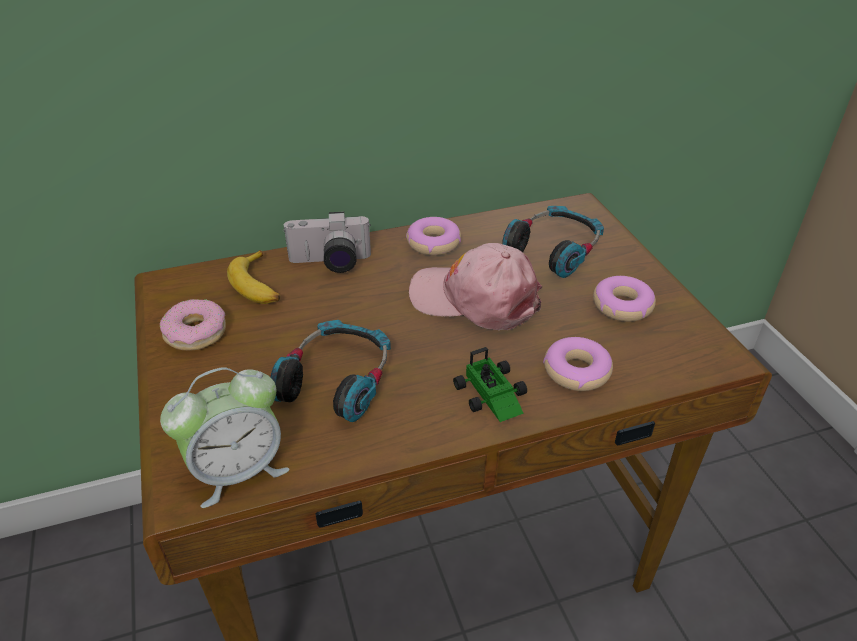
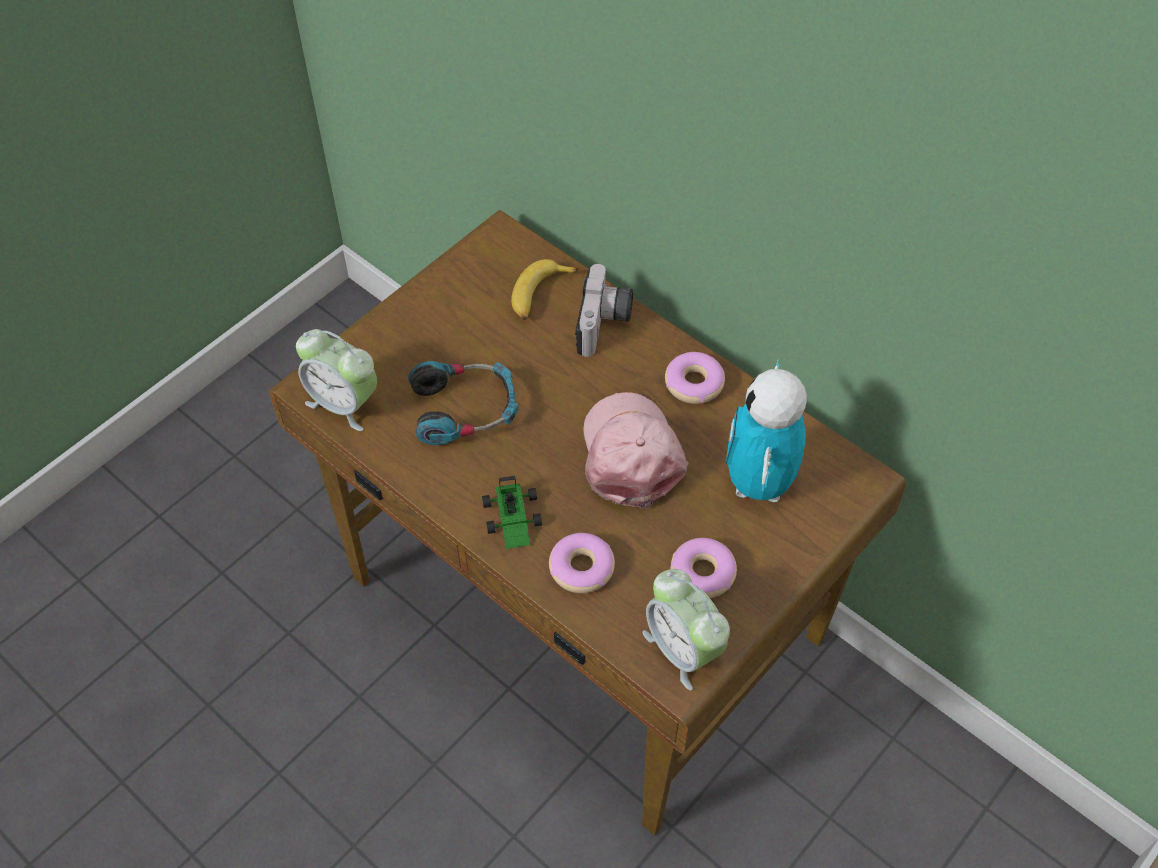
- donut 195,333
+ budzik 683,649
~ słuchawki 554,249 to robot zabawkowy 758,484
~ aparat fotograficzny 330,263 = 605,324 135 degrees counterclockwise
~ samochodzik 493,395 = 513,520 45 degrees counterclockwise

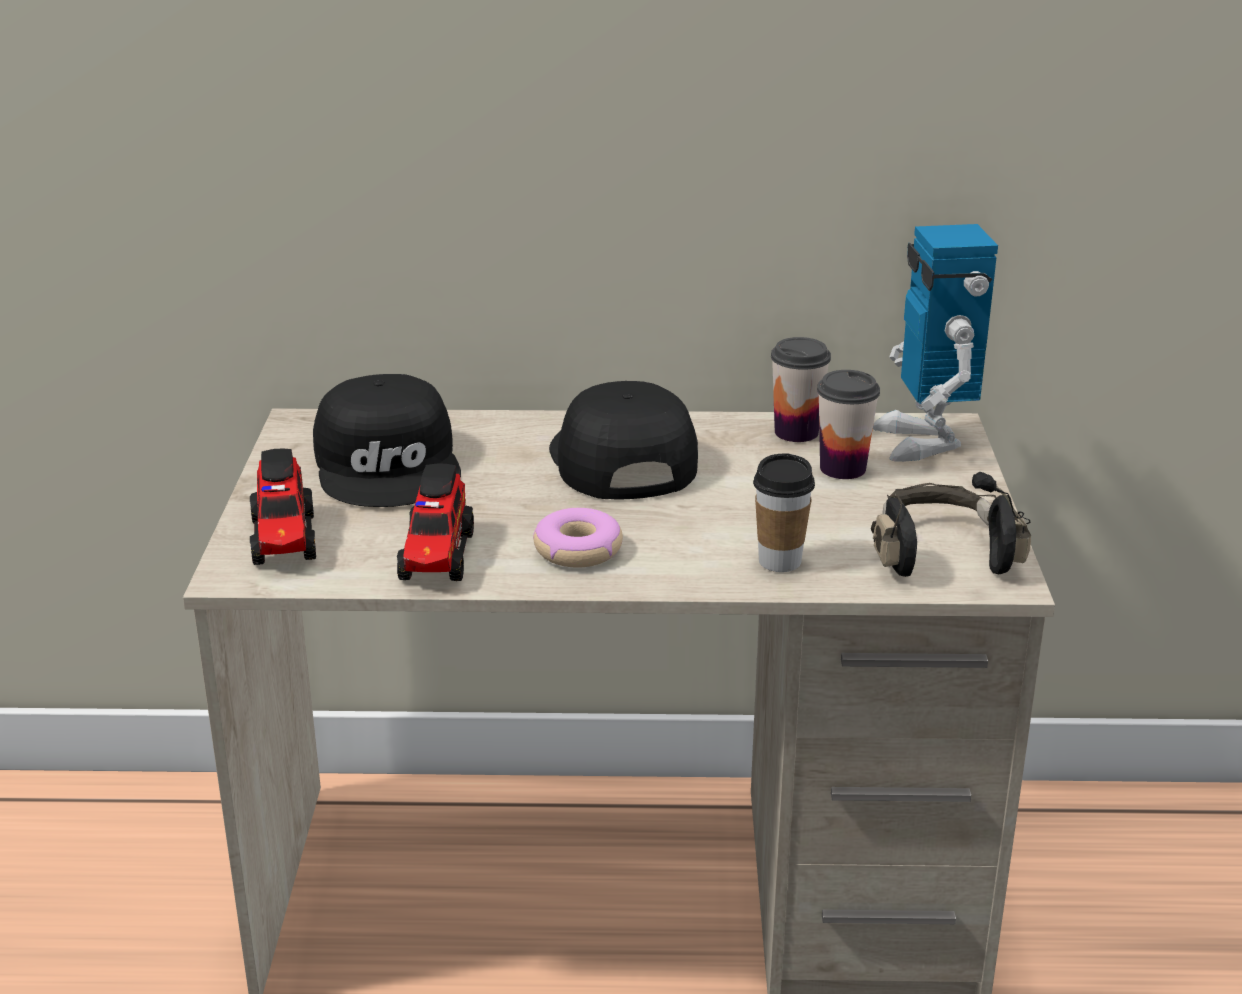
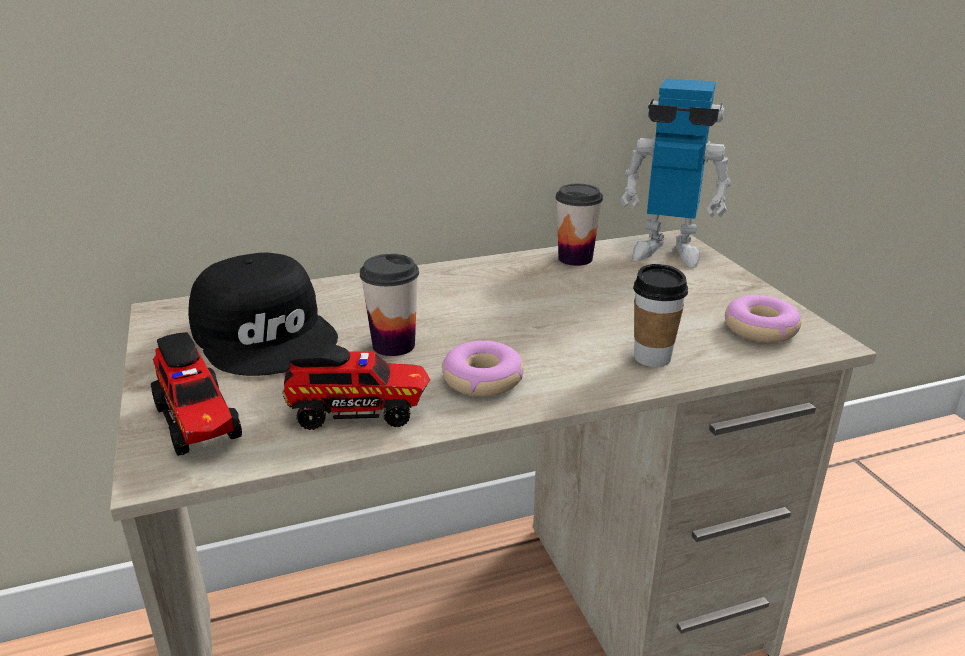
- czapka z daszkiem/czarny 619,460
~ filiżanka 842,468 to 393,345
~ słuchawki/czarny 940,553 to donut 760,329
~ ciężarówka zabawkowa 436,558 = 360,412 75 degrees counterclockwise
~ robot zabawkowy 924,441 = 667,251 45 degrees counterclockwise

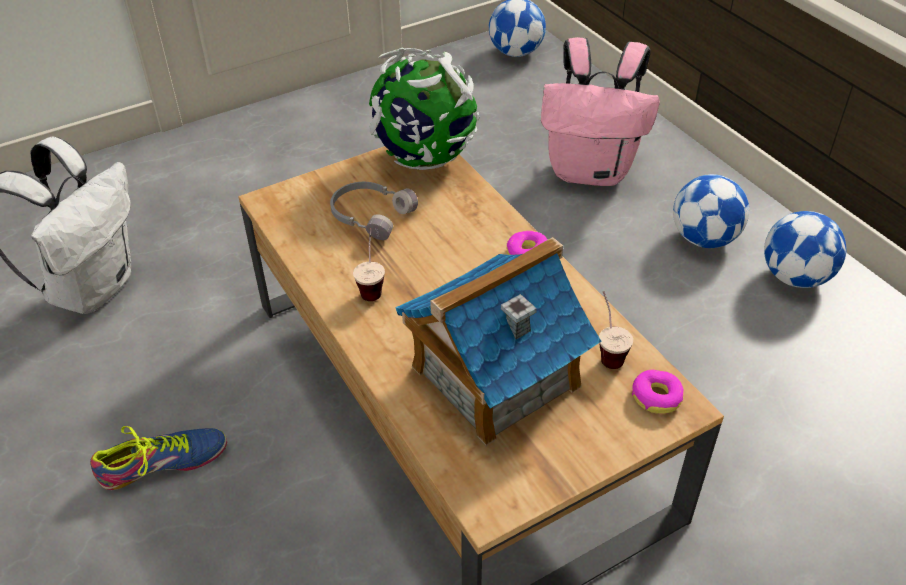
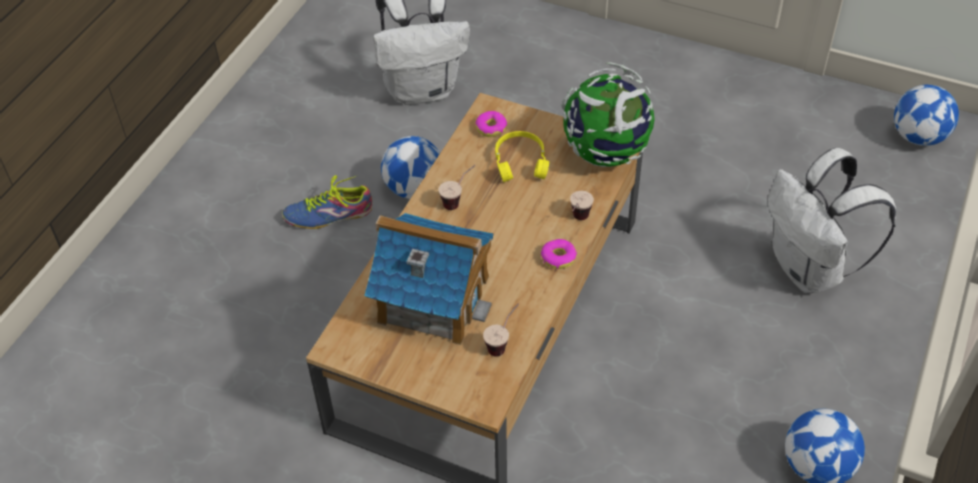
+ filiżanka 578,221
~ donut 656,397 to 491,128
~ piłka futbolowa 704,239 to 414,189
~ słuchawki/szary 370,215 to słuchawki/żółty 521,162
~ plecak/różowy 591,171 to plecak/biały 810,270
~ but 163,463 = 329,215 135 degrees clockwise

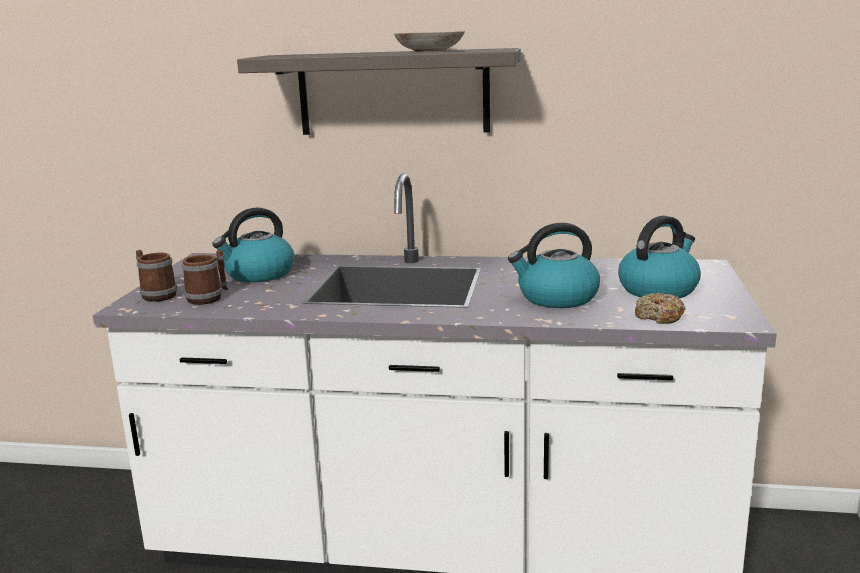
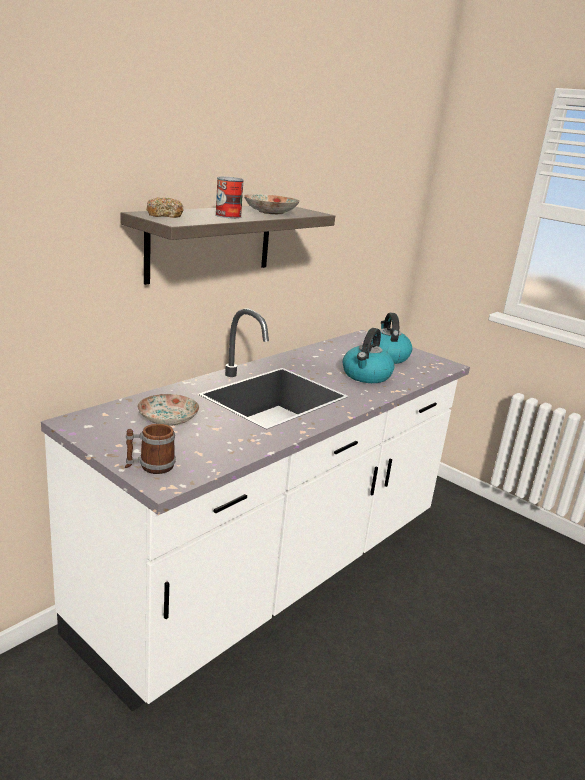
- kubek 209,297
+ puszka 228,216
~ donut 659,316 to 164,215
~ czajnik 258,274 to talerz 168,419

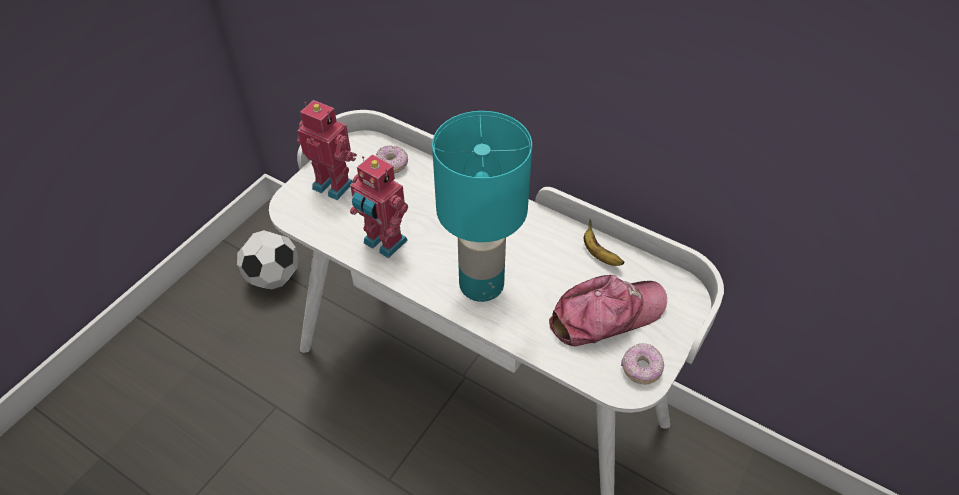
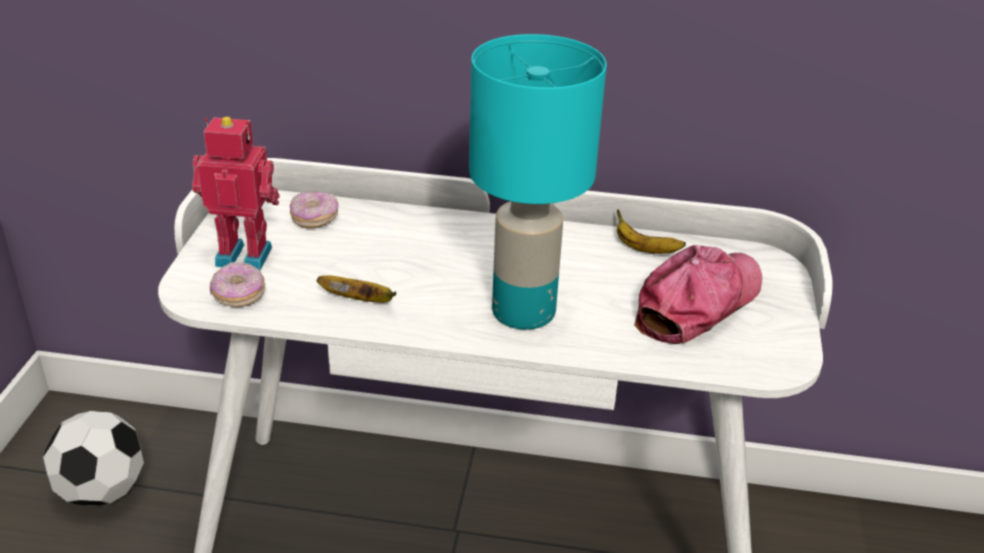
~ donut 641,369 to 238,295
~ robot zabawkowy 383,243 to banan 360,300

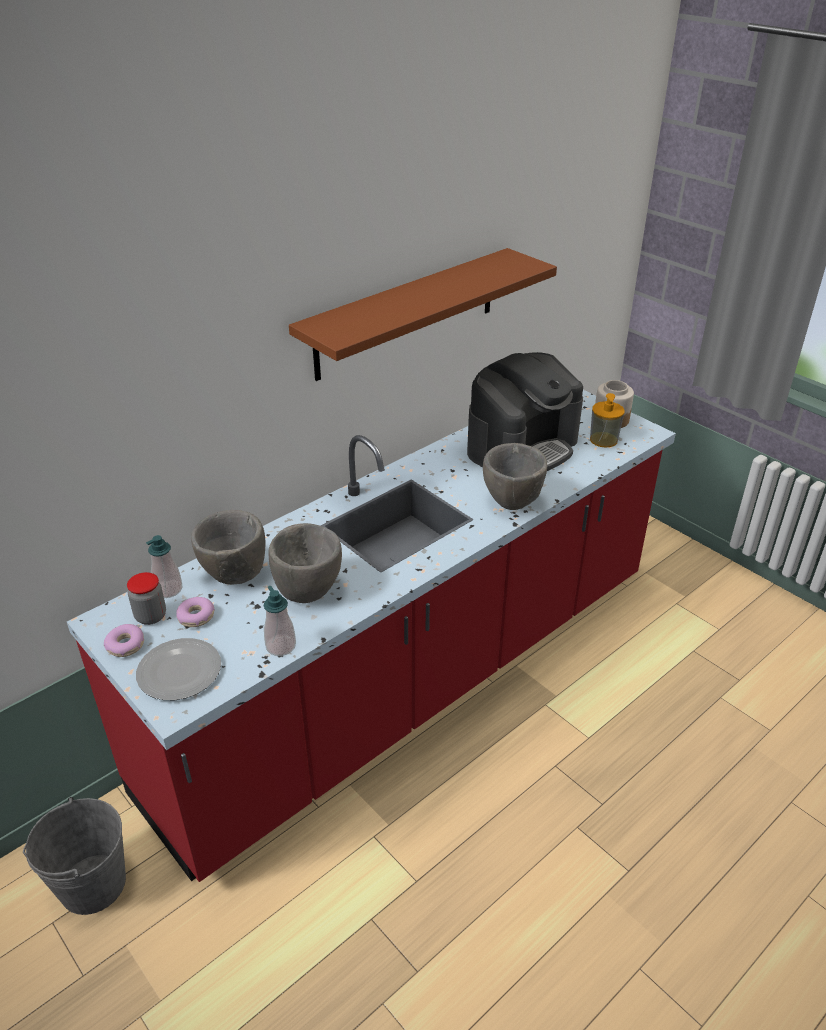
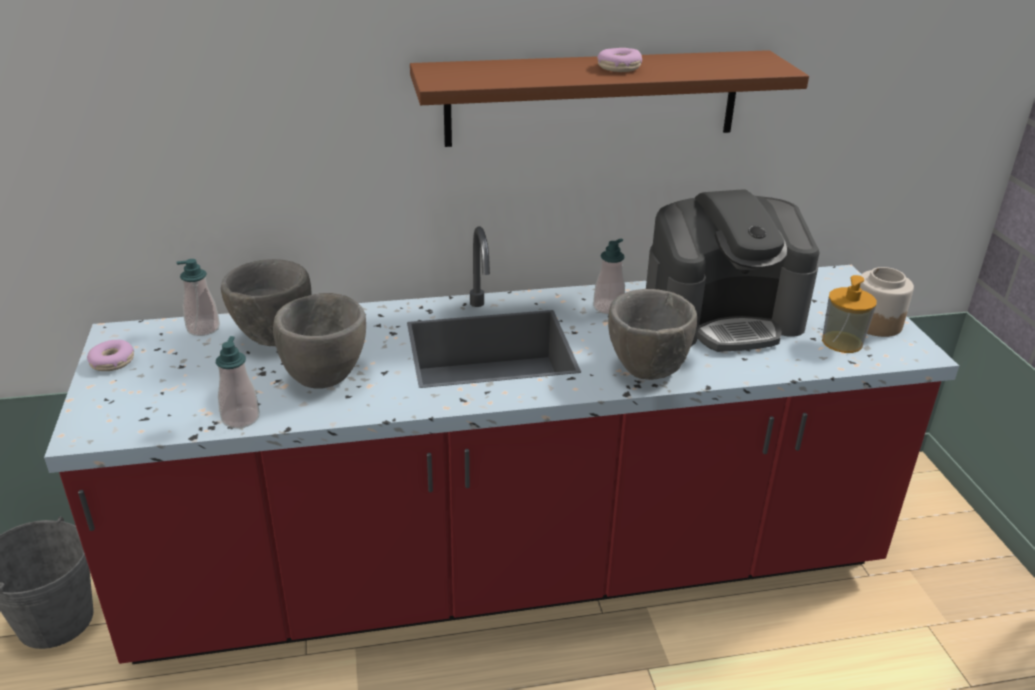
- słoik 151,616
- talerz 181,671
+ dozownik mydła 608,307
~ donut 196,617 to 619,68

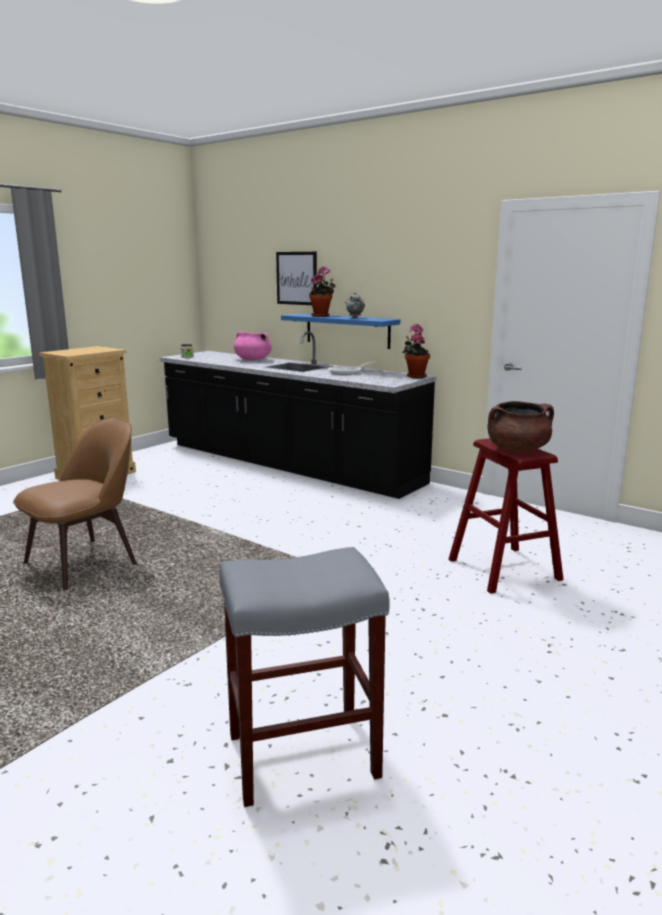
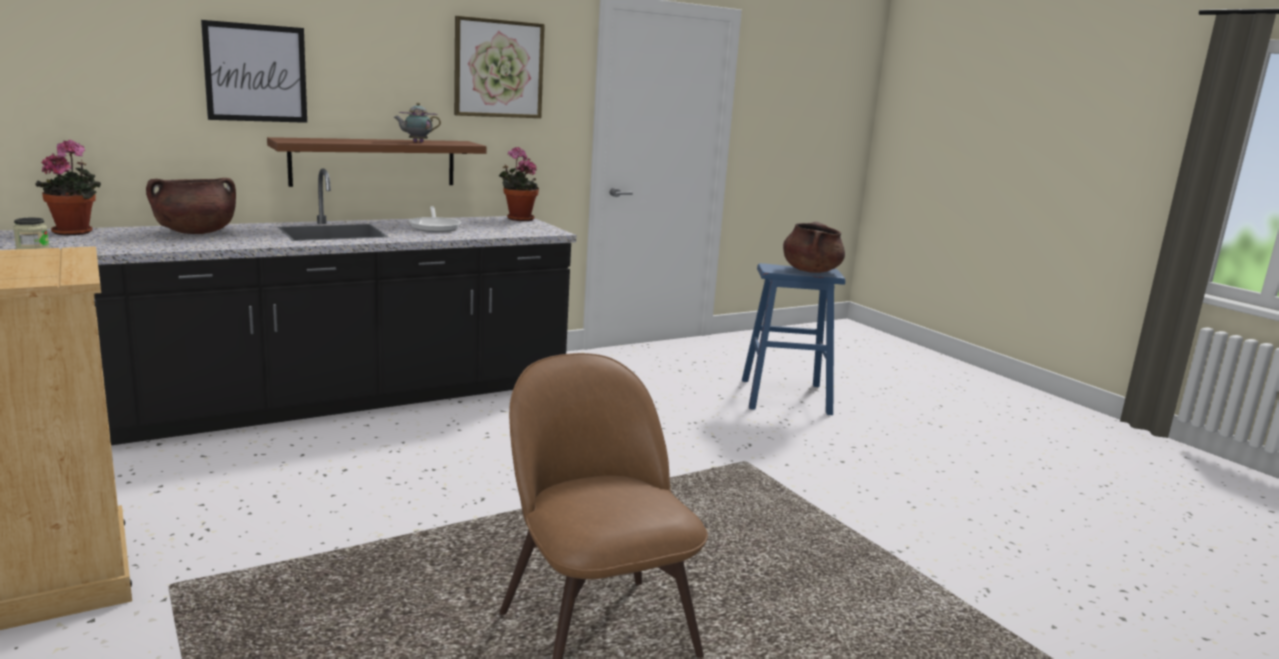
- stołek/szary 304,754
+ obraz 498,69
~ roślina doniczkowa 322,316 to 76,232
~ garnek/różowy 252,359 to garnek/brązowy 195,232
~ półka/niebieski 347,330 to półka/brązowy 374,162
~ stołek/czerwony 504,569 to stołek/niebieski 785,396

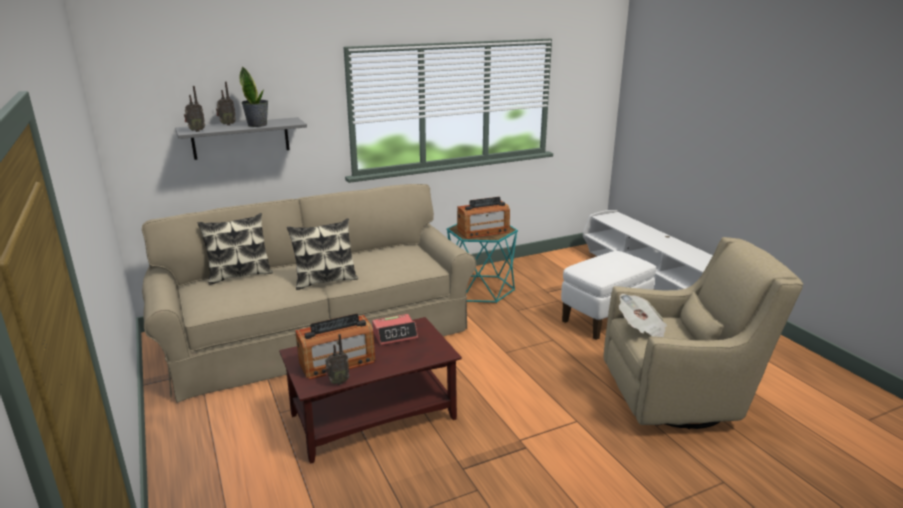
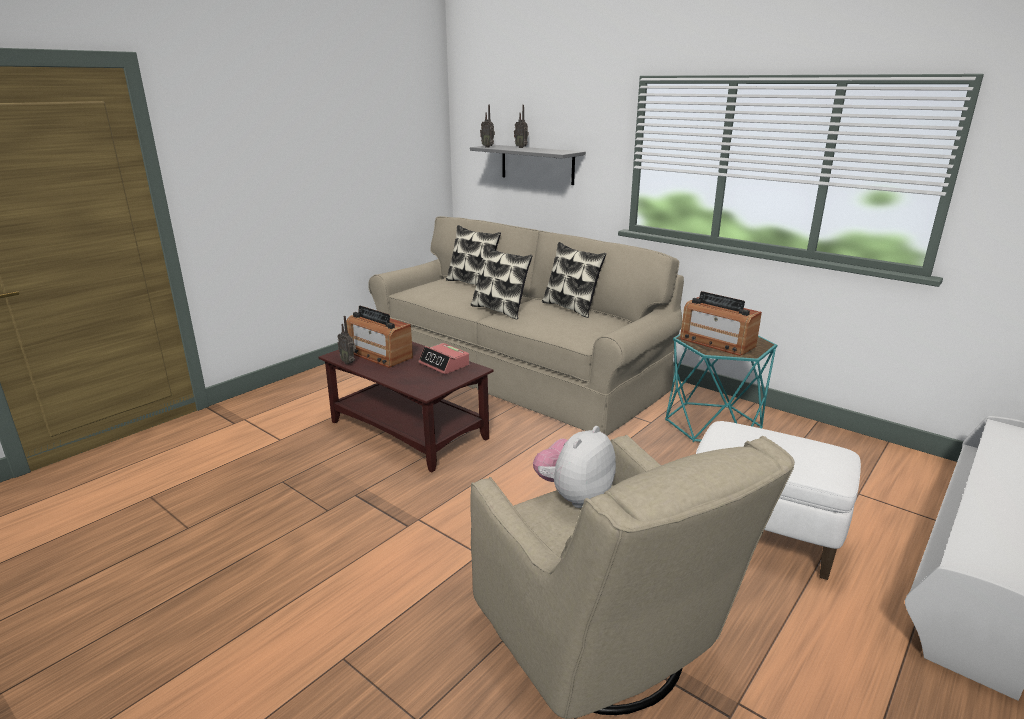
- roślina doniczkowa 257,125
+ poduszka 571,307
~ gazeta 641,329 to pluszak 574,496

